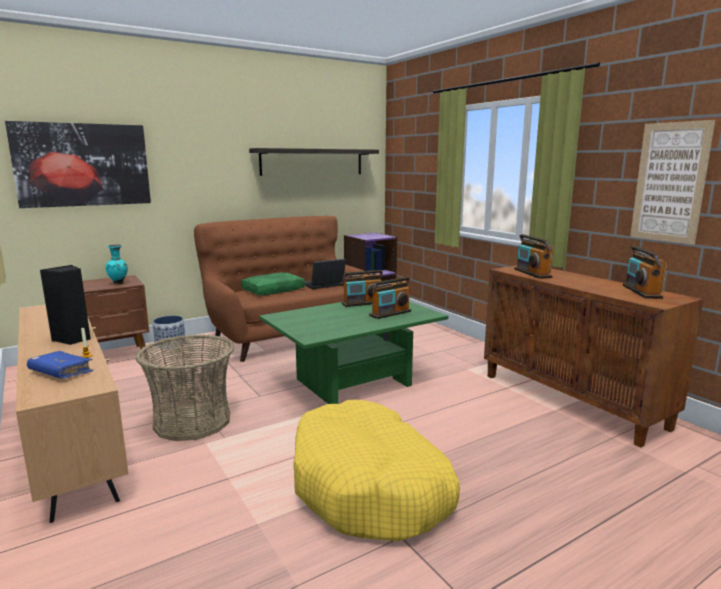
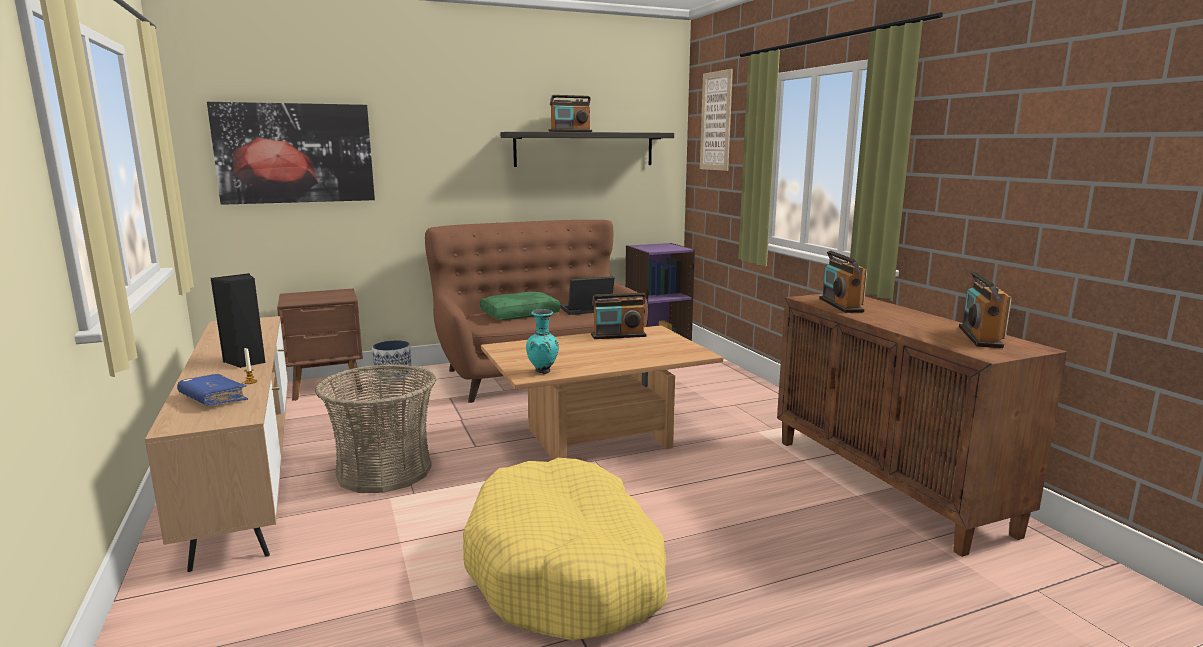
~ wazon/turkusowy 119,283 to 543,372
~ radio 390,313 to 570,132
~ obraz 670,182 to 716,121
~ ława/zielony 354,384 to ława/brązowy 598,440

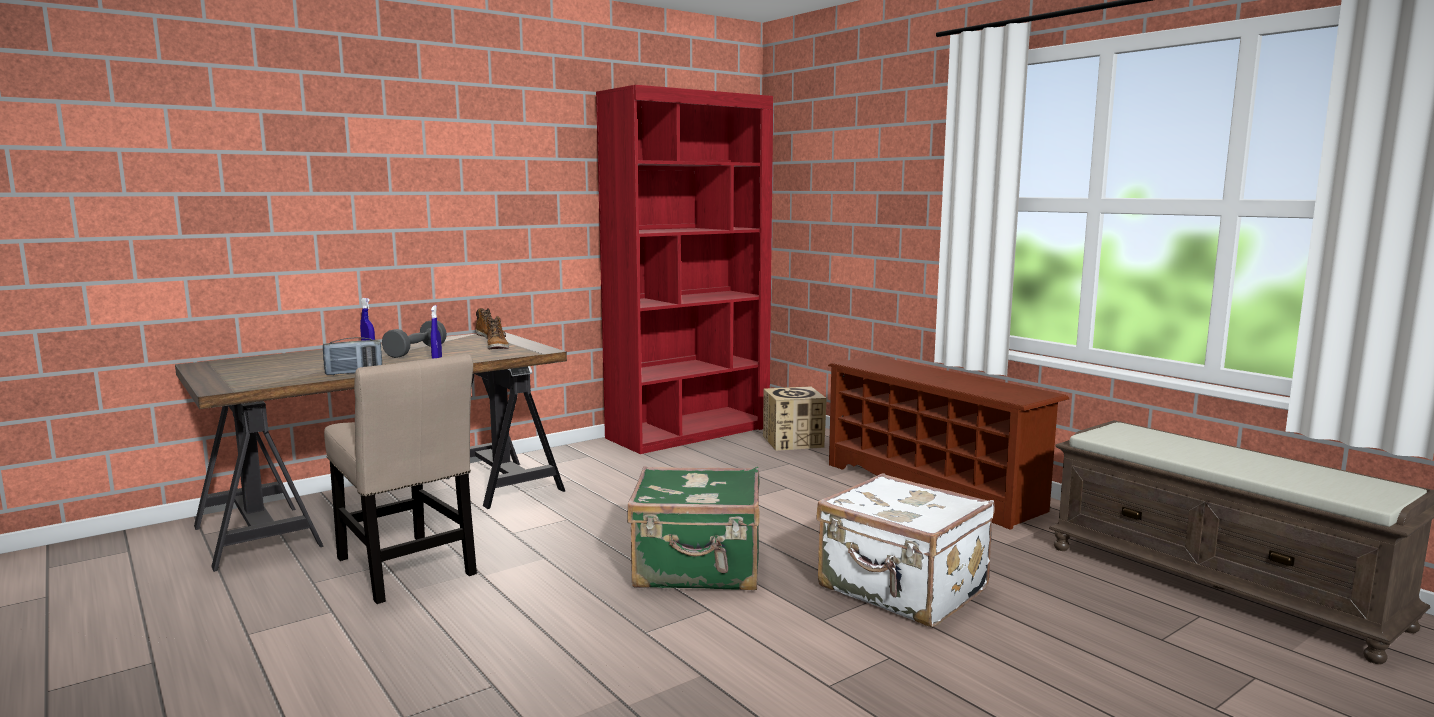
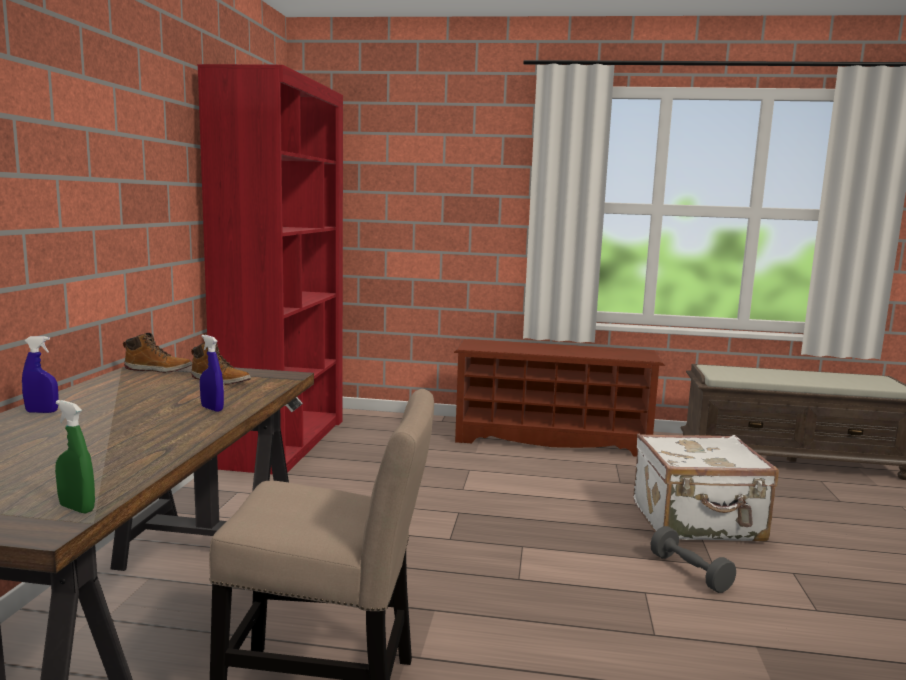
- radio 354,373
- walizka/zielony 698,569
- karton 793,442
+ spryskiwacz/zielony 77,508
~ hantel/szary 416,351 to 690,572

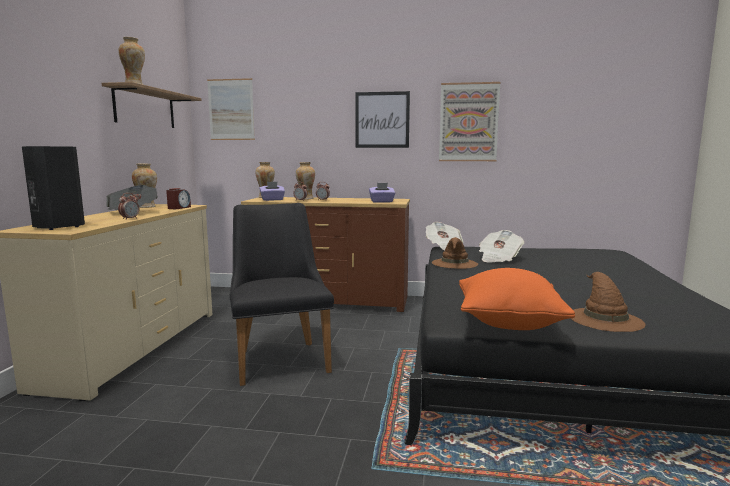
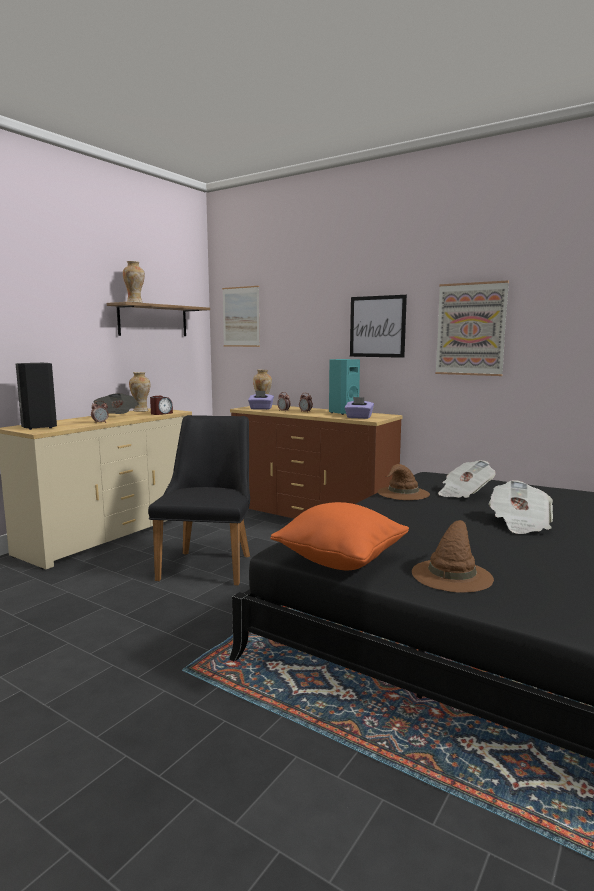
- wazon 306,199
+ głośnik/turkusowy 342,412
~ gazeta 444,247 to 519,524

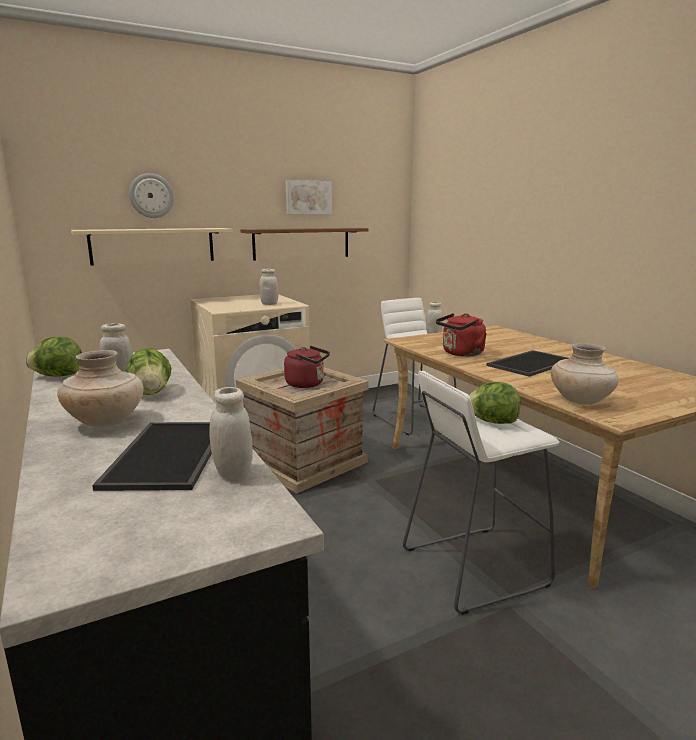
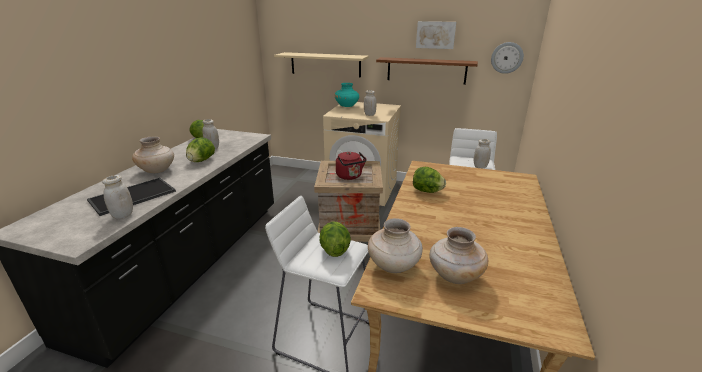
- taca 530,363
+ wazon/turkusowy 347,106
+ wazon/beżowy 454,276
~ zegar ścienny 151,195 to 507,57
~ czajnik/czerwony 461,354 to sałata 427,191

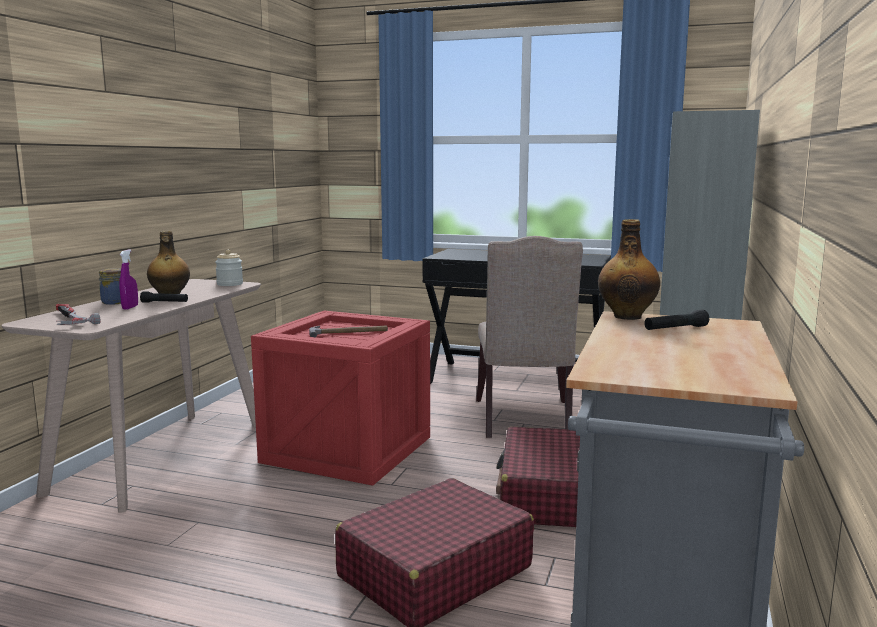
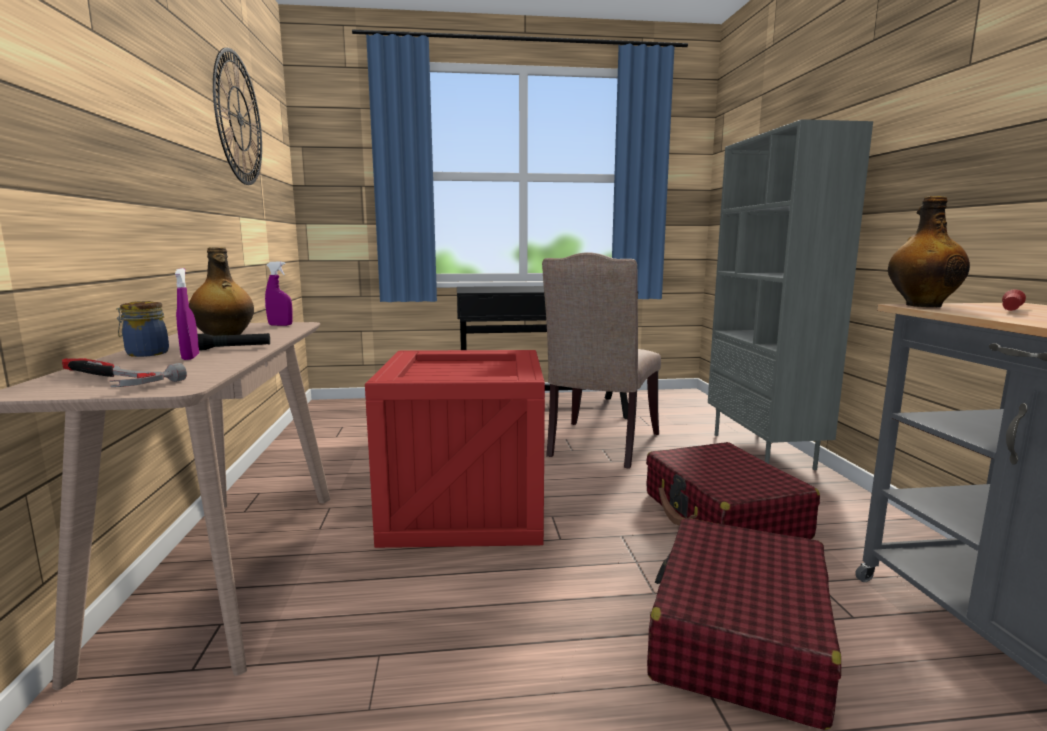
- młotek 348,333
+ zegar ścienny 239,119
~ słoik 230,284 to spryskiwacz/fioletowy 280,325
~ latarka/czarny 675,329 to latarka/czerwony 1011,310
~ krzesło/beżowy 525,421 = 600,446 45 degrees clockwise

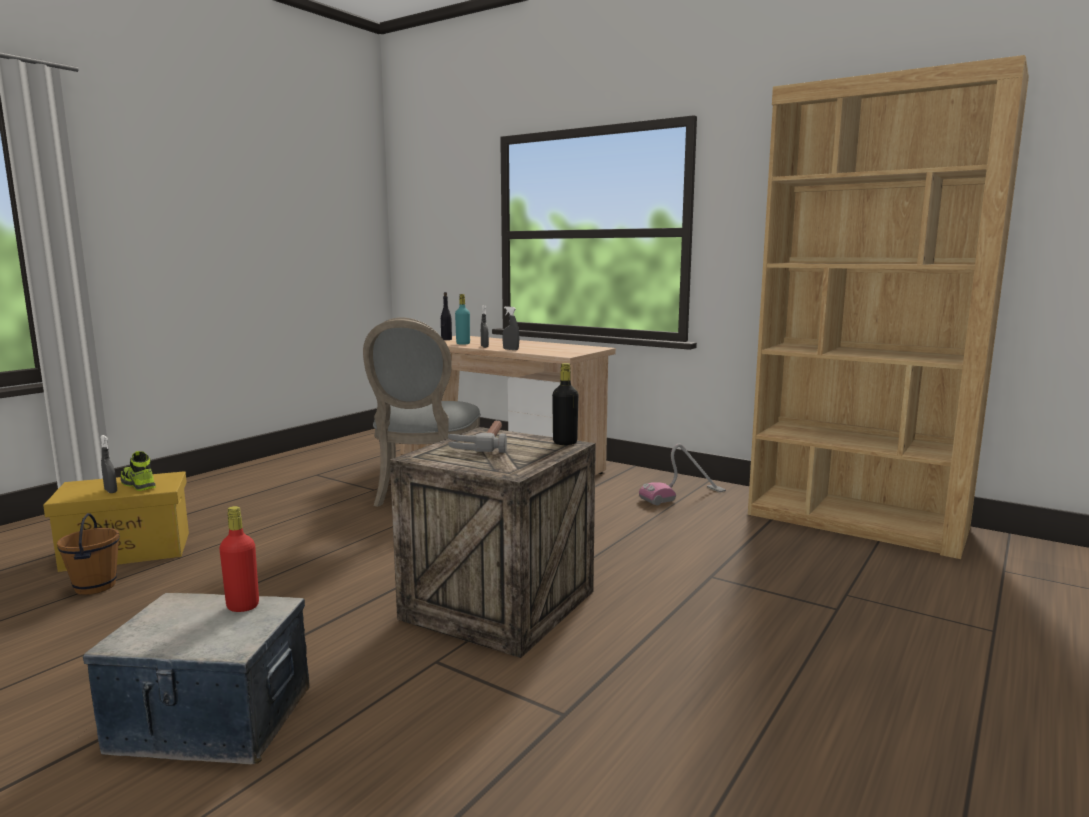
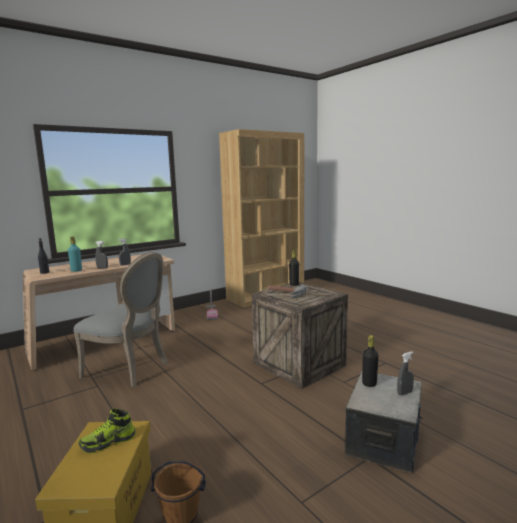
~ spryskiwacz/szary 111,491 to 404,393
~ butelka/czerwony 243,606 to butelka/czarny 369,383

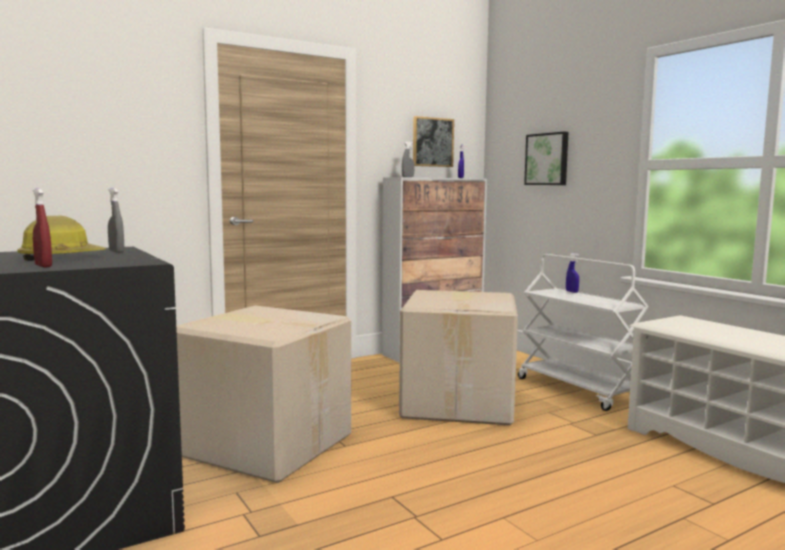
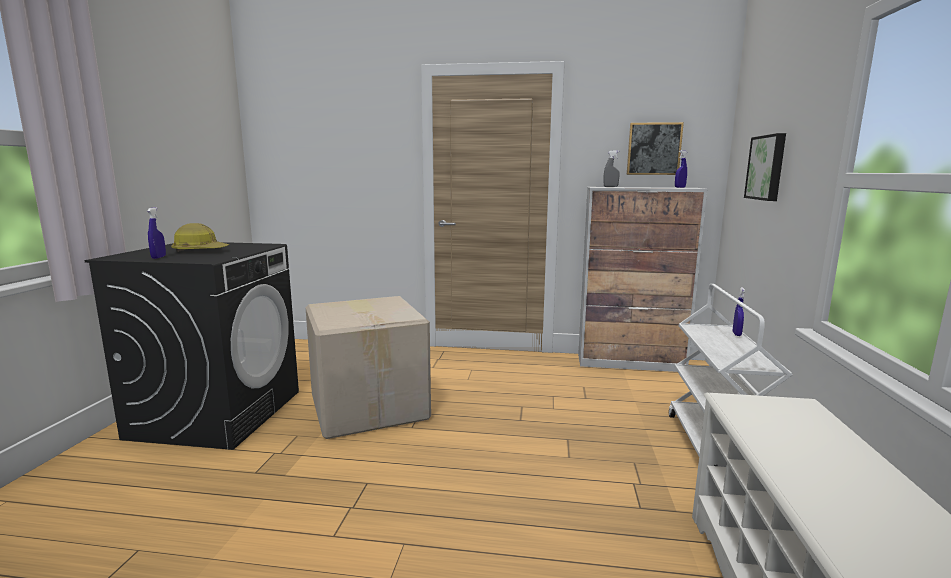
- spryskiwacz/szary 116,251
- karton 460,403
~ spryskiwacz/czerwony 43,266 to spryskiwacz/niebieski 158,257

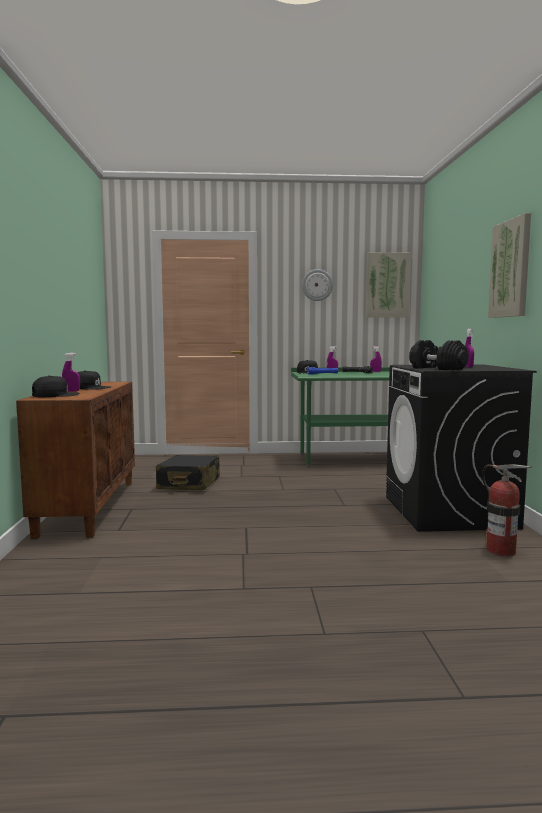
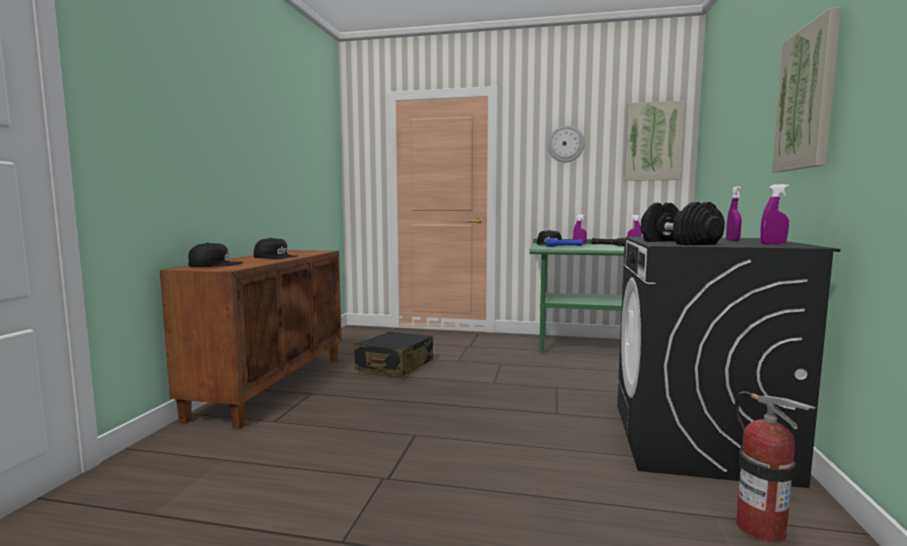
~ spryskiwacz/fioletowy 71,391 to 773,244

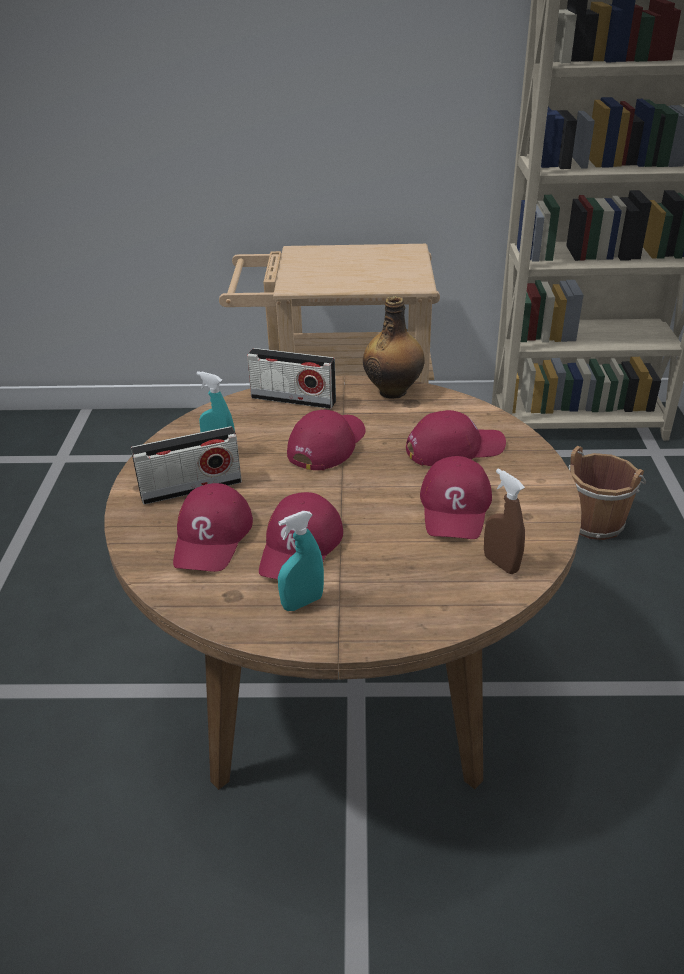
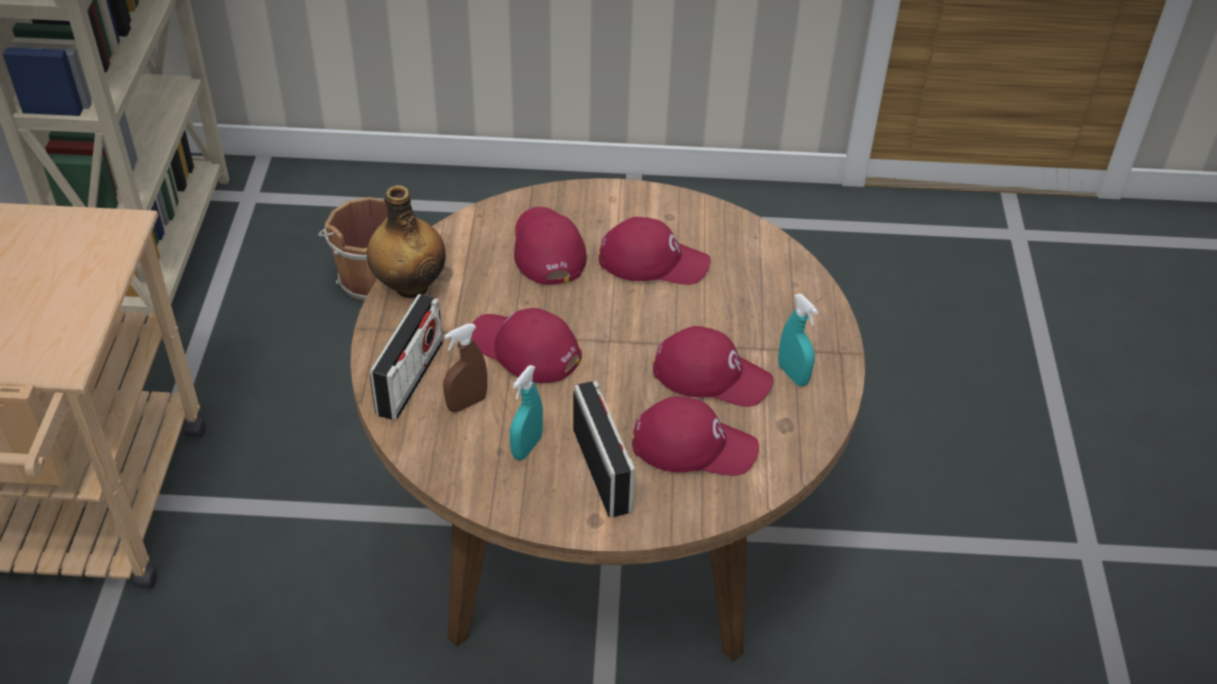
~ spryskiwacz/brązowy 500,564 to 467,403

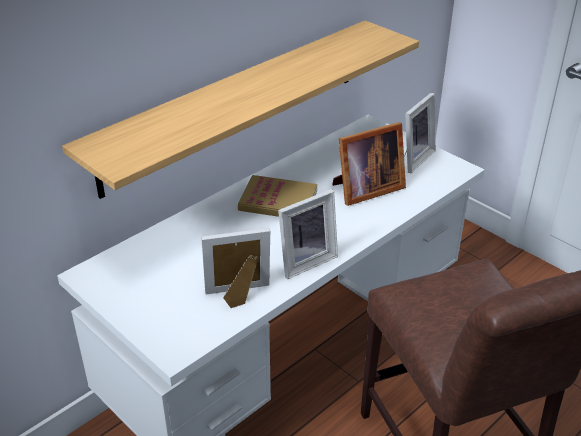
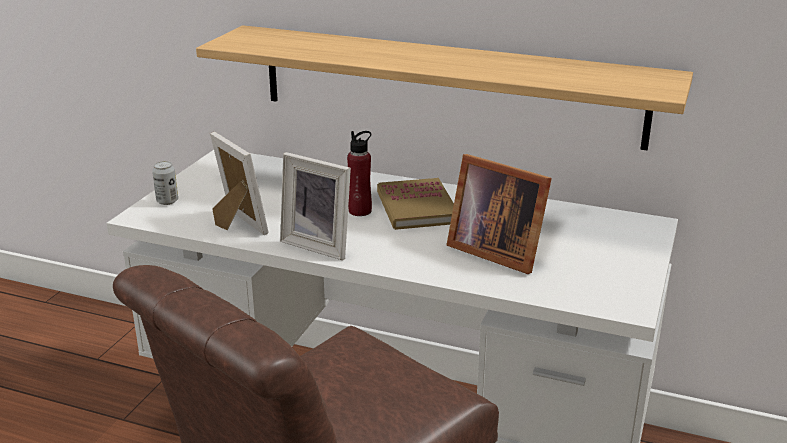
- ramka na zdjęcie 413,158
+ puszka 167,201
+ butelka/czerwony 360,211

